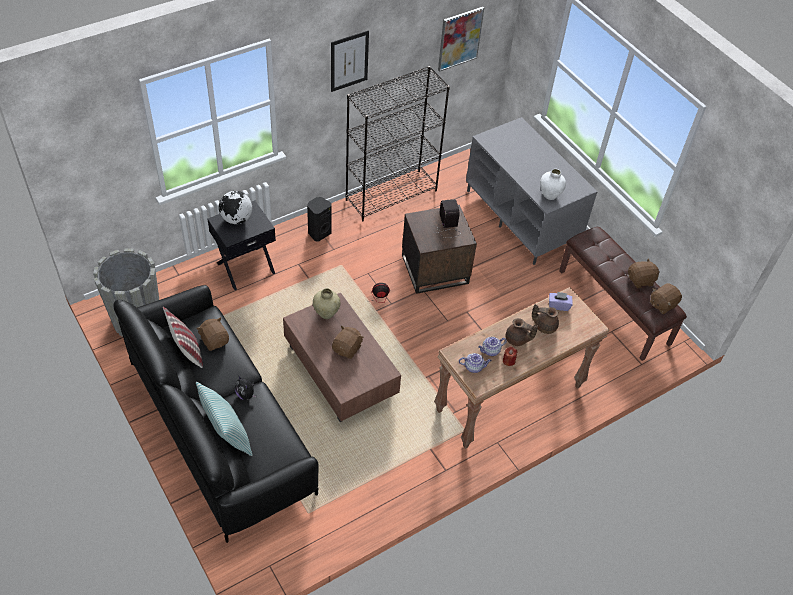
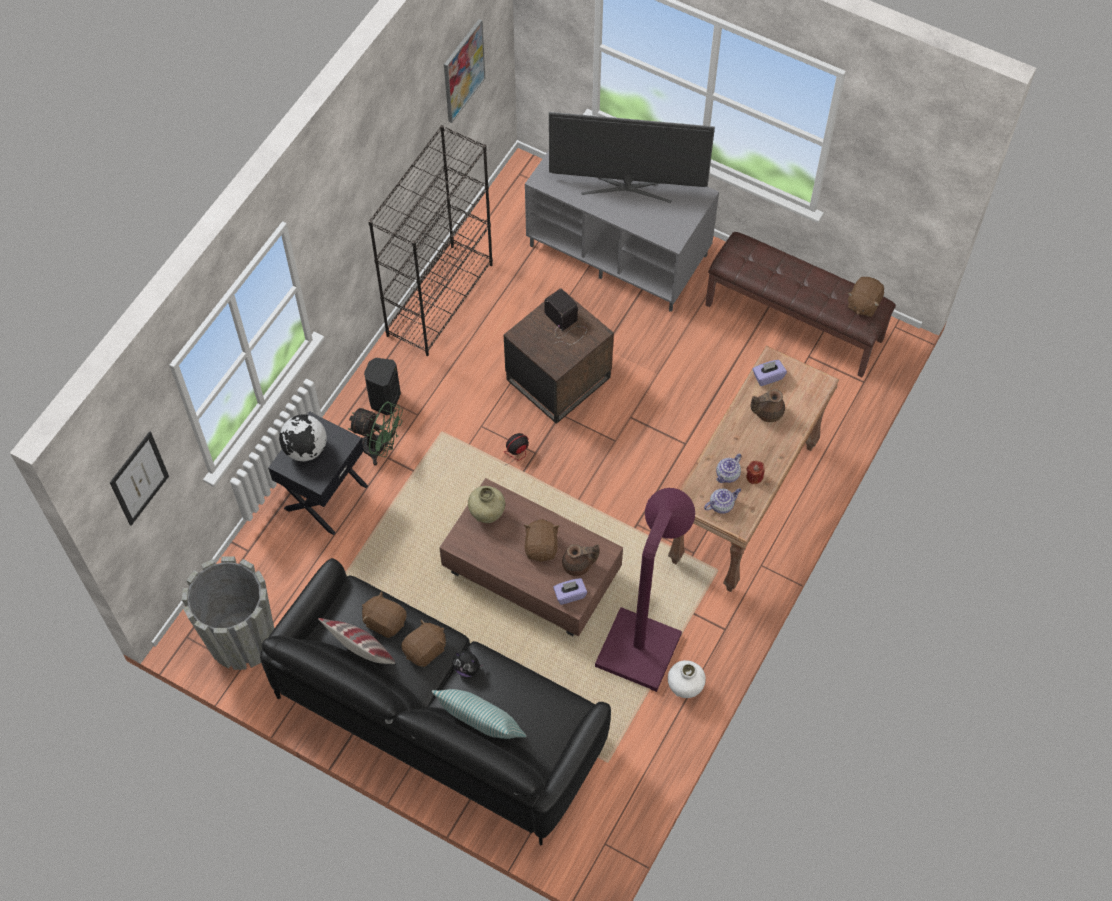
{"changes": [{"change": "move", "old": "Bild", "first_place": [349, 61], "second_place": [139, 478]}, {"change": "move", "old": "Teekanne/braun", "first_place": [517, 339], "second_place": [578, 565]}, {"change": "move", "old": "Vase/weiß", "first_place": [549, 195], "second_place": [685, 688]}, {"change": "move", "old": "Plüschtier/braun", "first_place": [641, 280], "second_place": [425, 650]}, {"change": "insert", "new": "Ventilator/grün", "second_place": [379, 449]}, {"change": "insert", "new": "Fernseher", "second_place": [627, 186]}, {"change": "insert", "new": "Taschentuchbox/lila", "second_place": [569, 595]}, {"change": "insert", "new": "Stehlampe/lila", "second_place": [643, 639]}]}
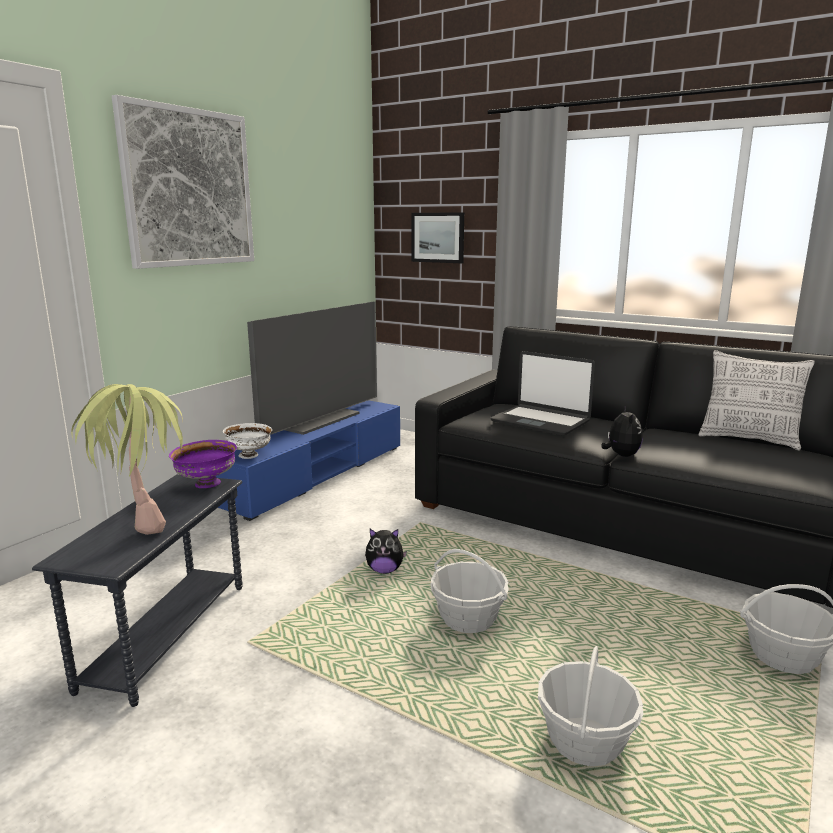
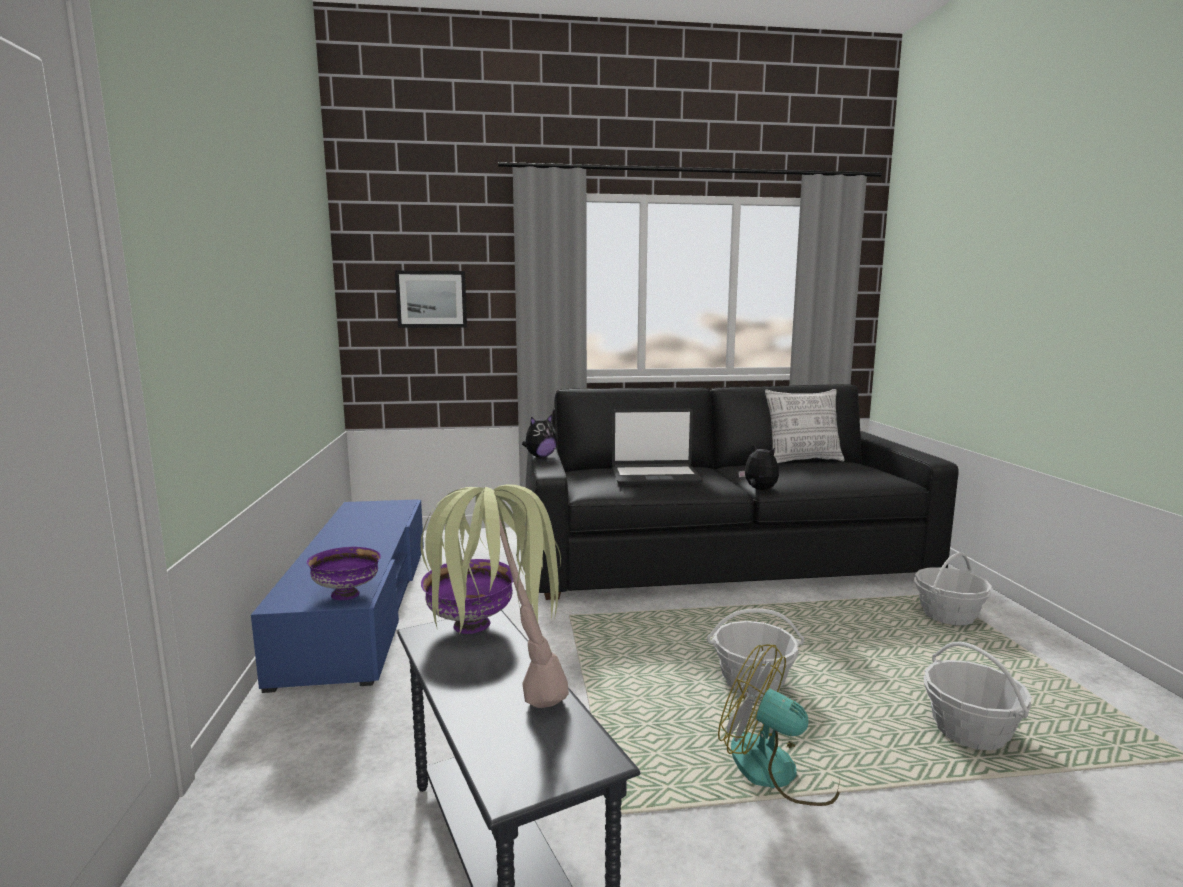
{"changes": [{"change": "delete", "old": "Bild", "first_place": [189, 188]}, {"change": "recolor", "old": "Schüssel/weiß", "new": "Schüssel/lila", "first_place": [249, 455], "second_place": [347, 594]}, {"change": "delete", "old": "Fernseher", "first_place": [318, 420]}, {"change": "move", "old": "Plüschtier", "first_place": [385, 570], "second_place": [540, 456]}, {"change": "insert", "new": "Ventilator", "second_place": [779, 770]}]}
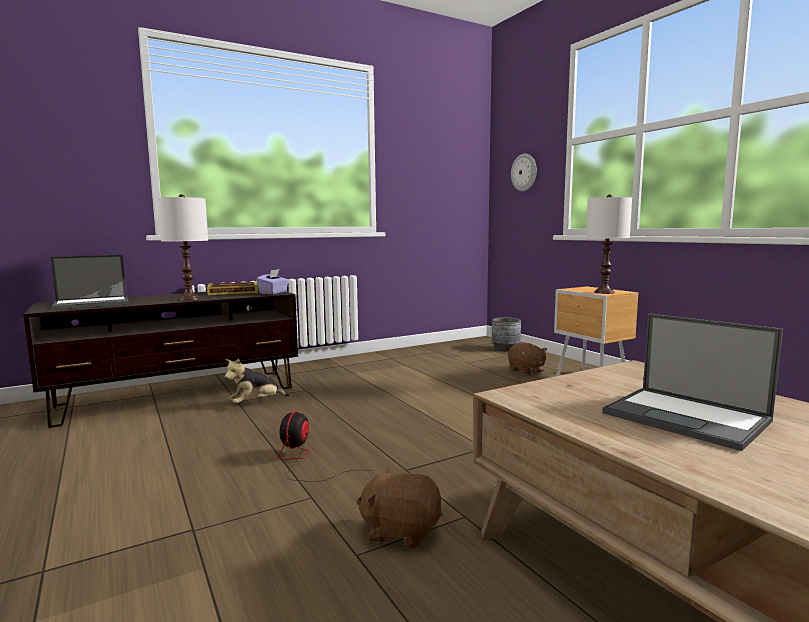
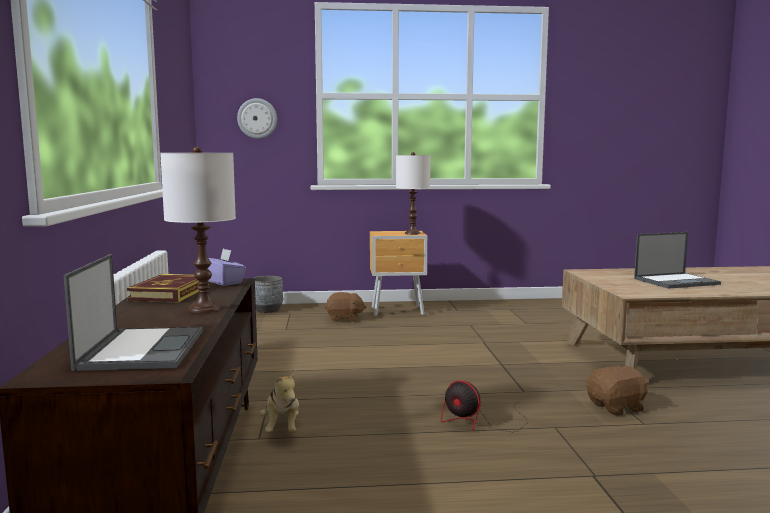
{"changes": [{"change": "rotate", "old": "Plüschtier/braun", "first_place": [401, 531], "second_place": [617, 407], "degrees": -150}]}
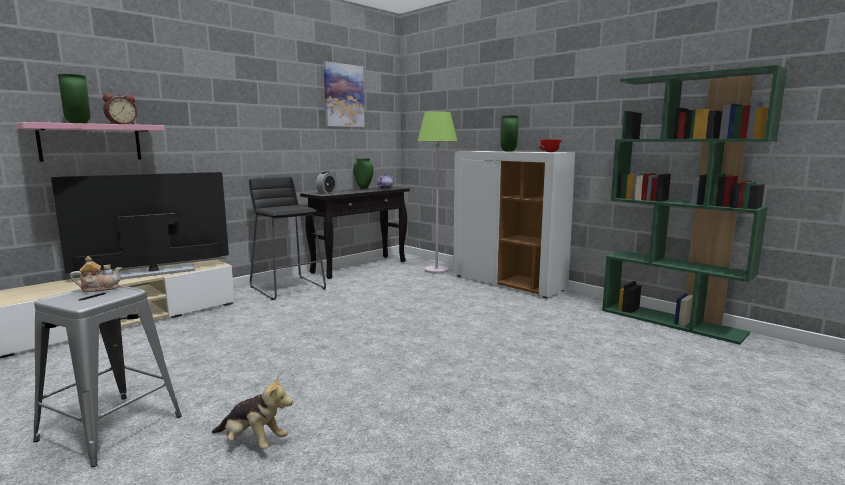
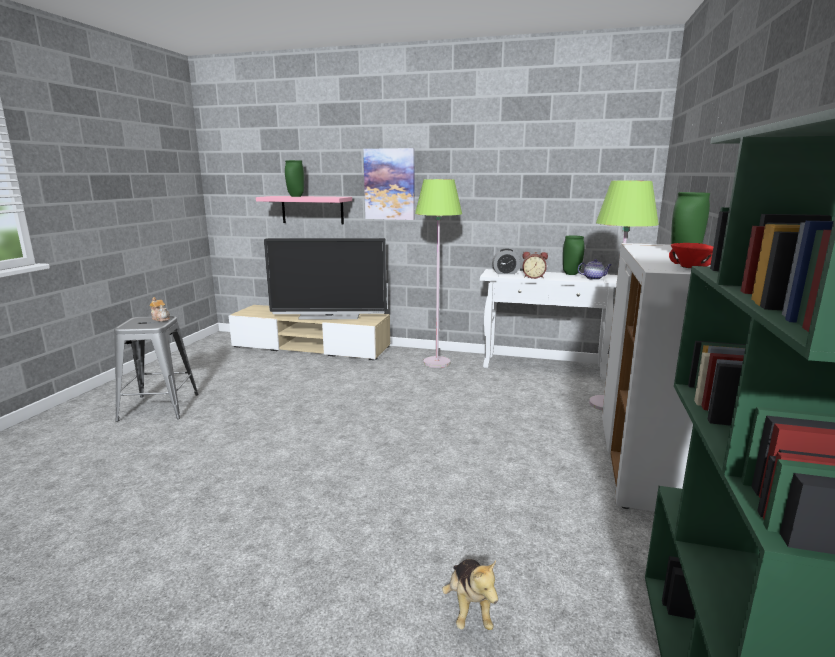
{"changes": [{"change": "rotate", "old": "Fernseher", "first_place": [154, 272], "second_place": [329, 316], "degrees": 150}, {"change": "move", "old": "Wecker", "first_place": [121, 124], "second_place": [533, 277]}, {"change": "move", "old": "Plüschtier", "first_place": [252, 442], "second_place": [469, 608]}, {"change": "replace", "old": "Hocker/schwarz", "new": "Stehlampe/grün", "first_place": [288, 287], "second_place": [437, 362]}, {"change": "recolor", "old": "Konsolentisch/schwarz", "new": "Konsolentisch/weiß", "first_place": [360, 266], "second_place": [544, 367]}, {"change": "move", "old": "Bild", "first_place": [343, 95], "second_place": [389, 184]}]}
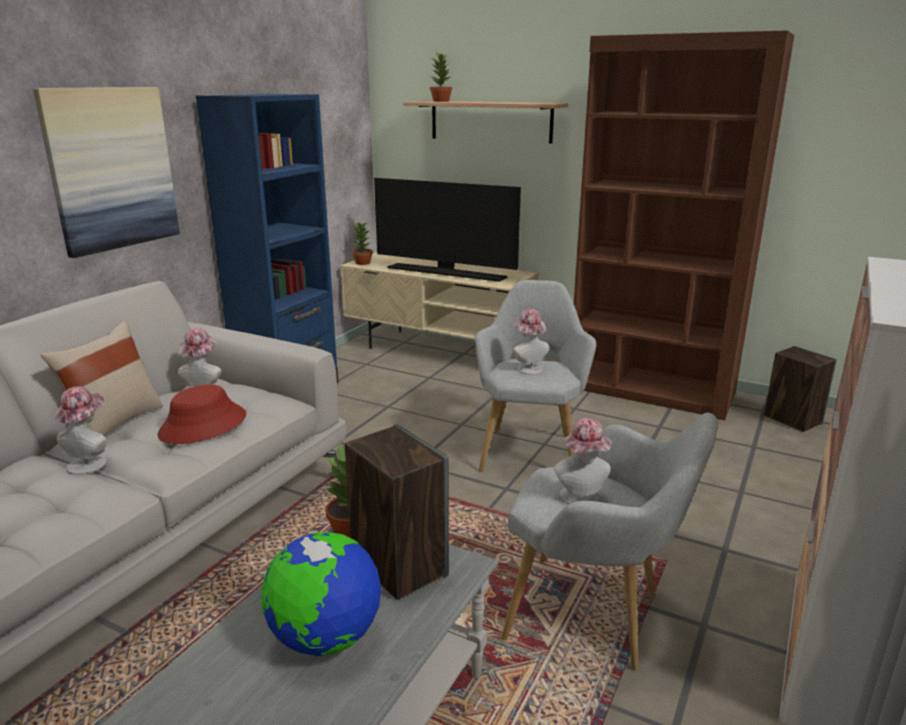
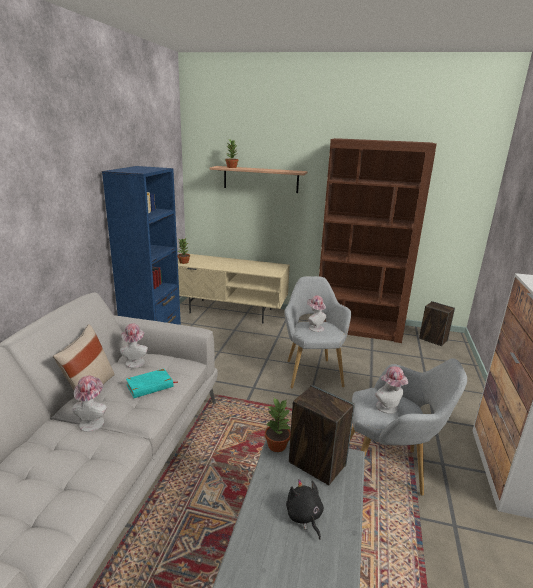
{"changes": [{"change": "delete", "old": "Bild", "first_place": [111, 169]}, {"change": "replace", "old": "Hut/rot", "new": "Buch/türkis", "first_place": [203, 425], "second_place": [150, 386]}, {"change": "replace", "old": "Globus", "new": "Plüschtier/schwarz", "first_place": [325, 638], "second_place": [304, 516]}, {"change": "delete", "old": "Fernseher", "first_place": [447, 273]}]}
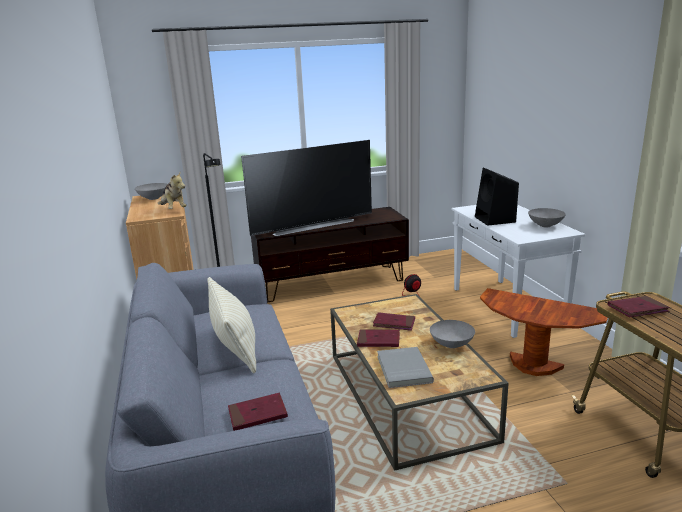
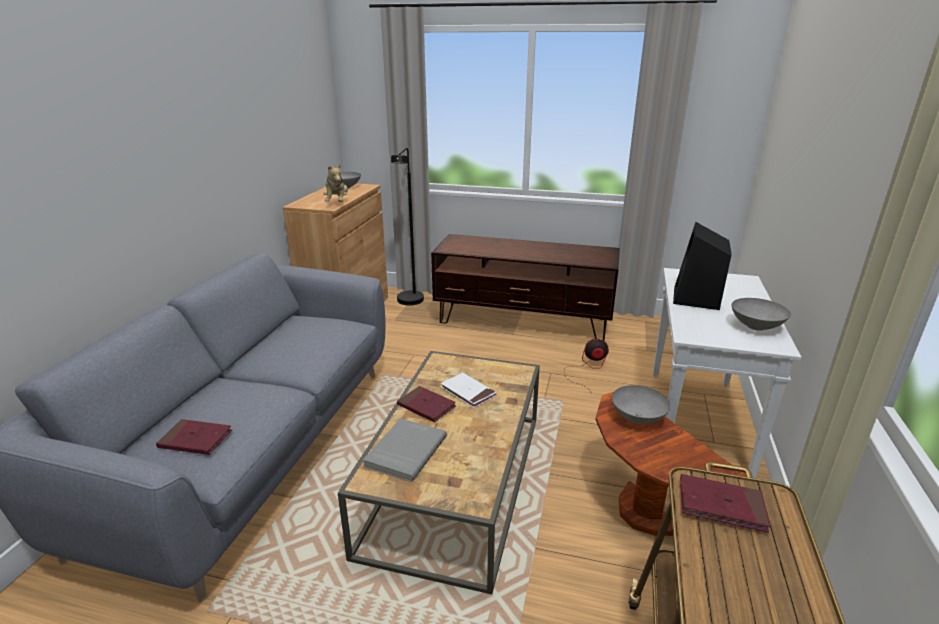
{"changes": [{"change": "delete", "old": "Kissen/beige", "first_place": [235, 347]}, {"change": "delete", "old": "Fernseher", "first_place": [311, 225]}, {"change": "recolor", "old": "Buch/rot", "new": "Buch/weiß", "first_place": [394, 323], "second_place": [468, 392]}, {"change": "move", "old": "Schüssel/grau", "first_place": [451, 345], "second_place": [637, 418]}]}
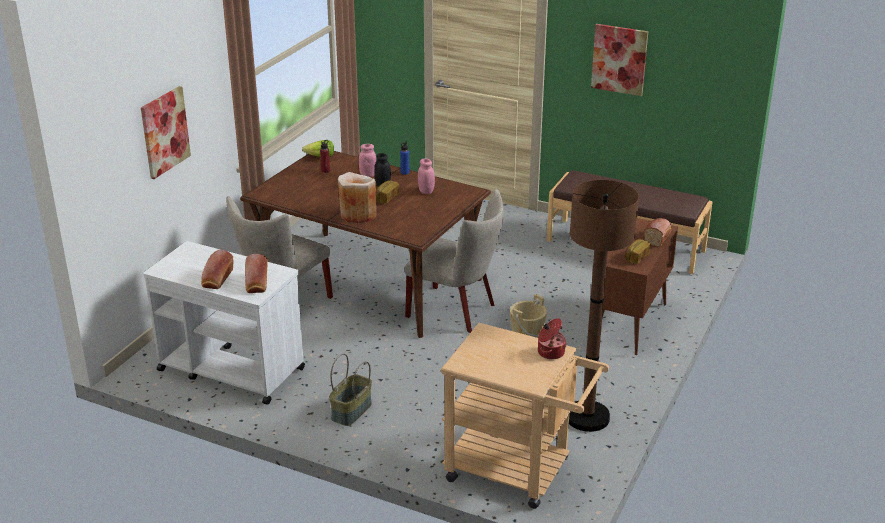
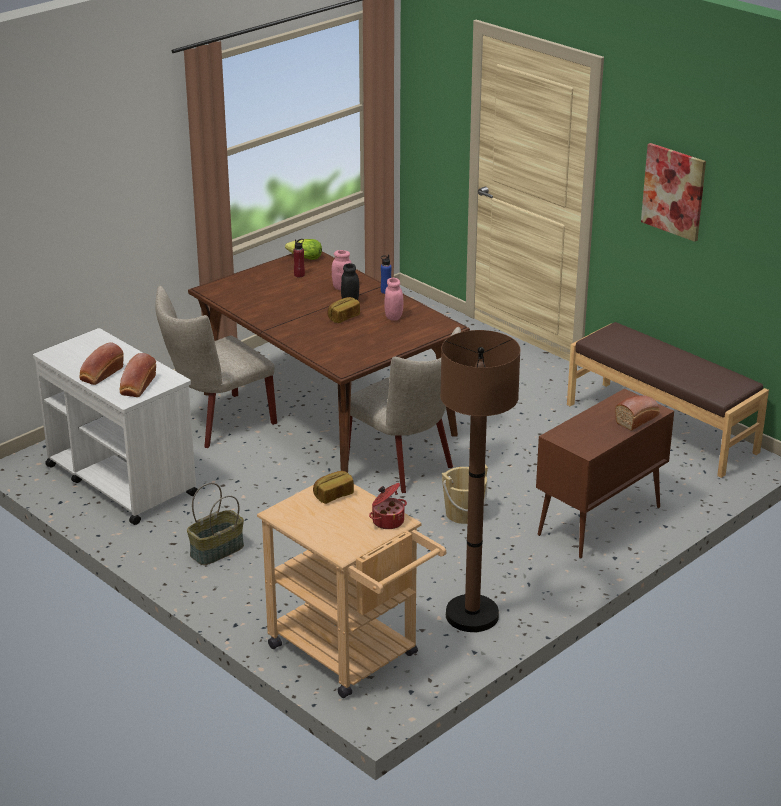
{"changes": [{"change": "delete", "old": "Bild", "first_place": [164, 132]}, {"change": "delete", "old": "Vase/beige", "first_place": [358, 214]}, {"change": "move", "old": "Brot", "first_place": [636, 257], "second_place": [333, 495]}]}
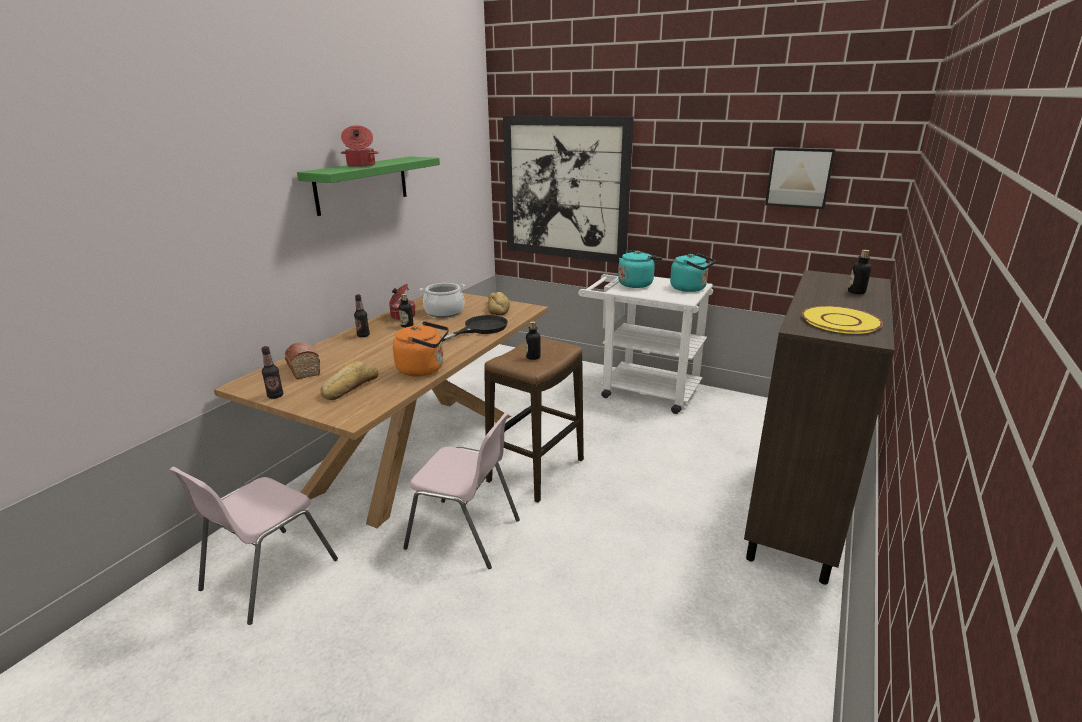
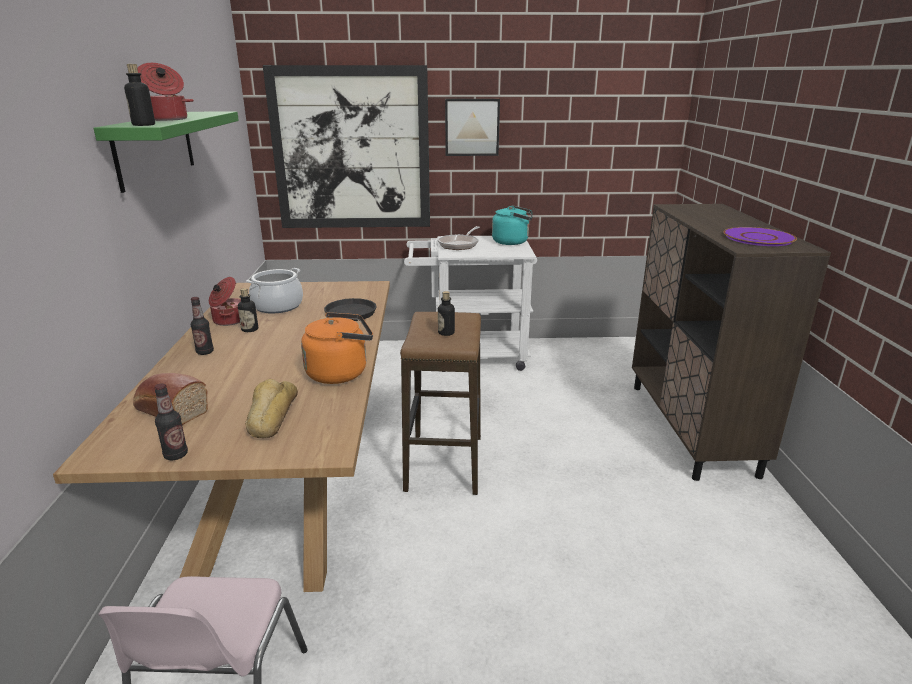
{"changes": [{"change": "delete", "old": "Stuhl/rosa", "first_place": [465, 534]}, {"change": "delete", "old": "Brot", "first_place": [498, 308]}, {"change": "replace", "old": "Wasserkessel/türkis", "new": "Pfanne", "first_place": [637, 284], "second_place": [459, 244]}, {"change": "move", "old": "Bild", "first_place": [799, 177], "second_place": [472, 127]}, {"change": "recolor", "old": "Teller/gelb", "new": "Teller/lila", "first_place": [840, 321], "second_place": [758, 238]}, {"change": "move", "old": "Flasche", "first_place": [856, 292], "second_place": [144, 125]}]}
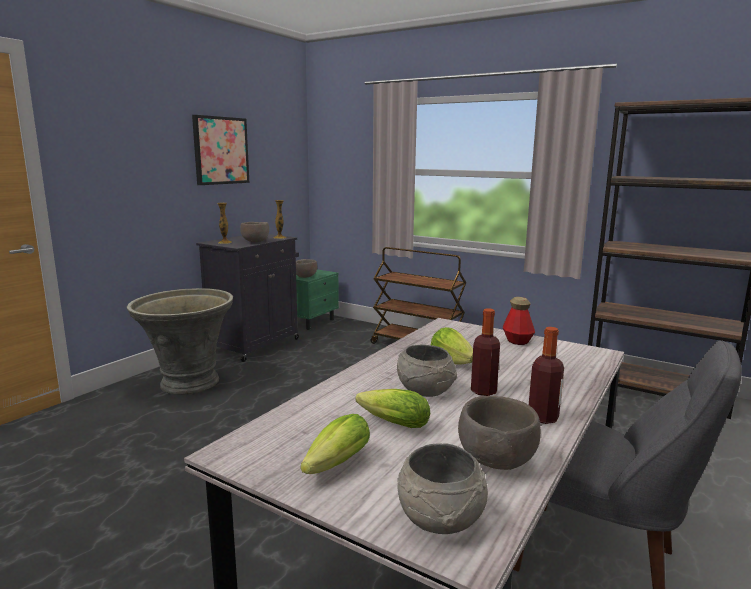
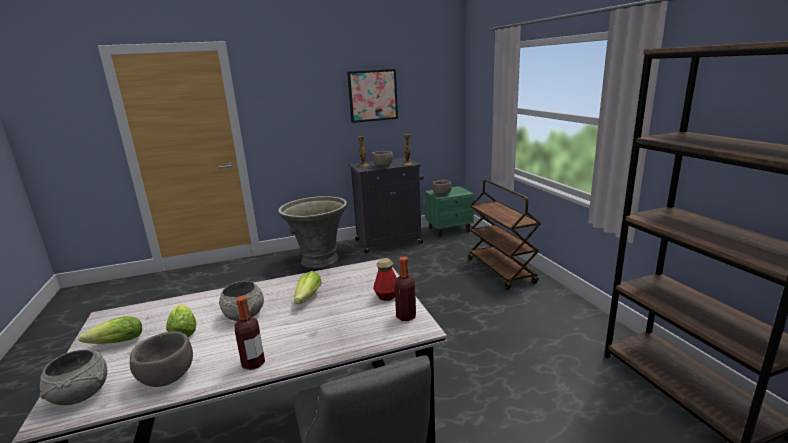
{"changes": [{"change": "move", "old": "Flasche", "first_place": [483, 391], "second_place": [406, 316]}]}
